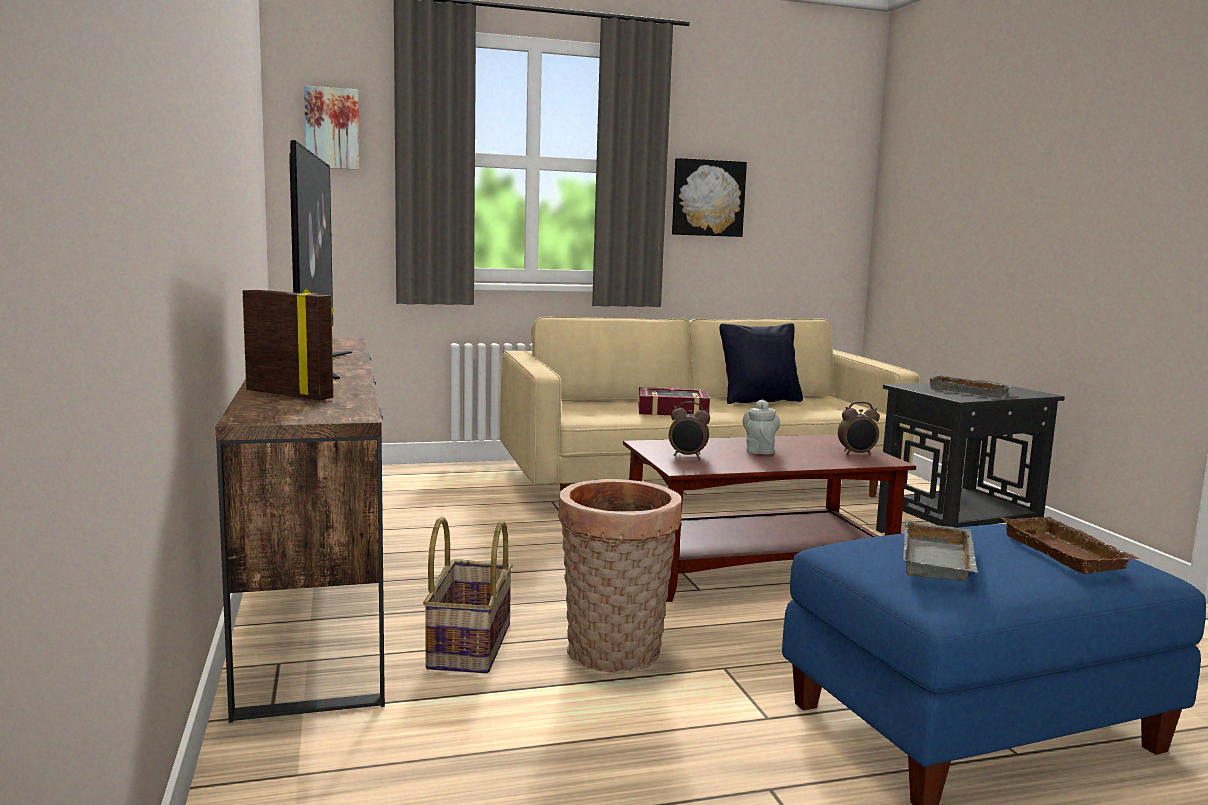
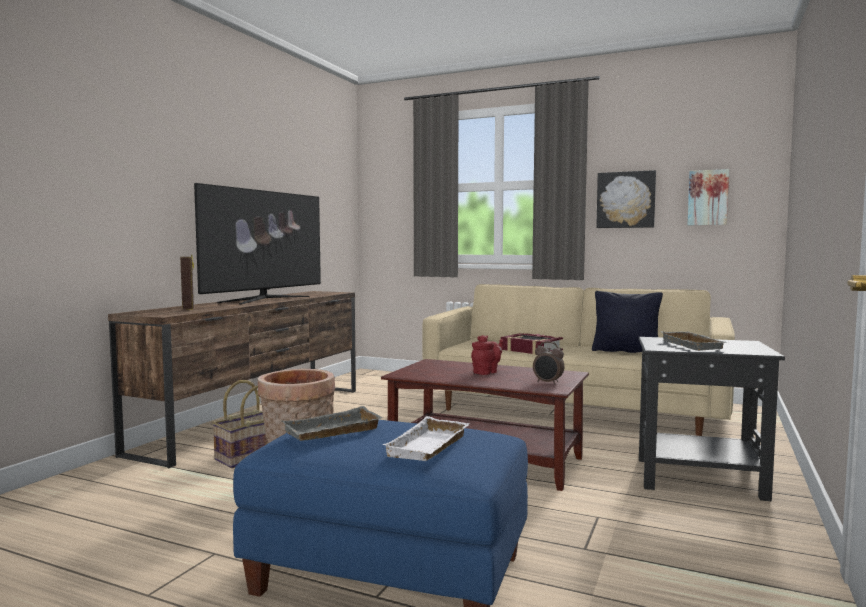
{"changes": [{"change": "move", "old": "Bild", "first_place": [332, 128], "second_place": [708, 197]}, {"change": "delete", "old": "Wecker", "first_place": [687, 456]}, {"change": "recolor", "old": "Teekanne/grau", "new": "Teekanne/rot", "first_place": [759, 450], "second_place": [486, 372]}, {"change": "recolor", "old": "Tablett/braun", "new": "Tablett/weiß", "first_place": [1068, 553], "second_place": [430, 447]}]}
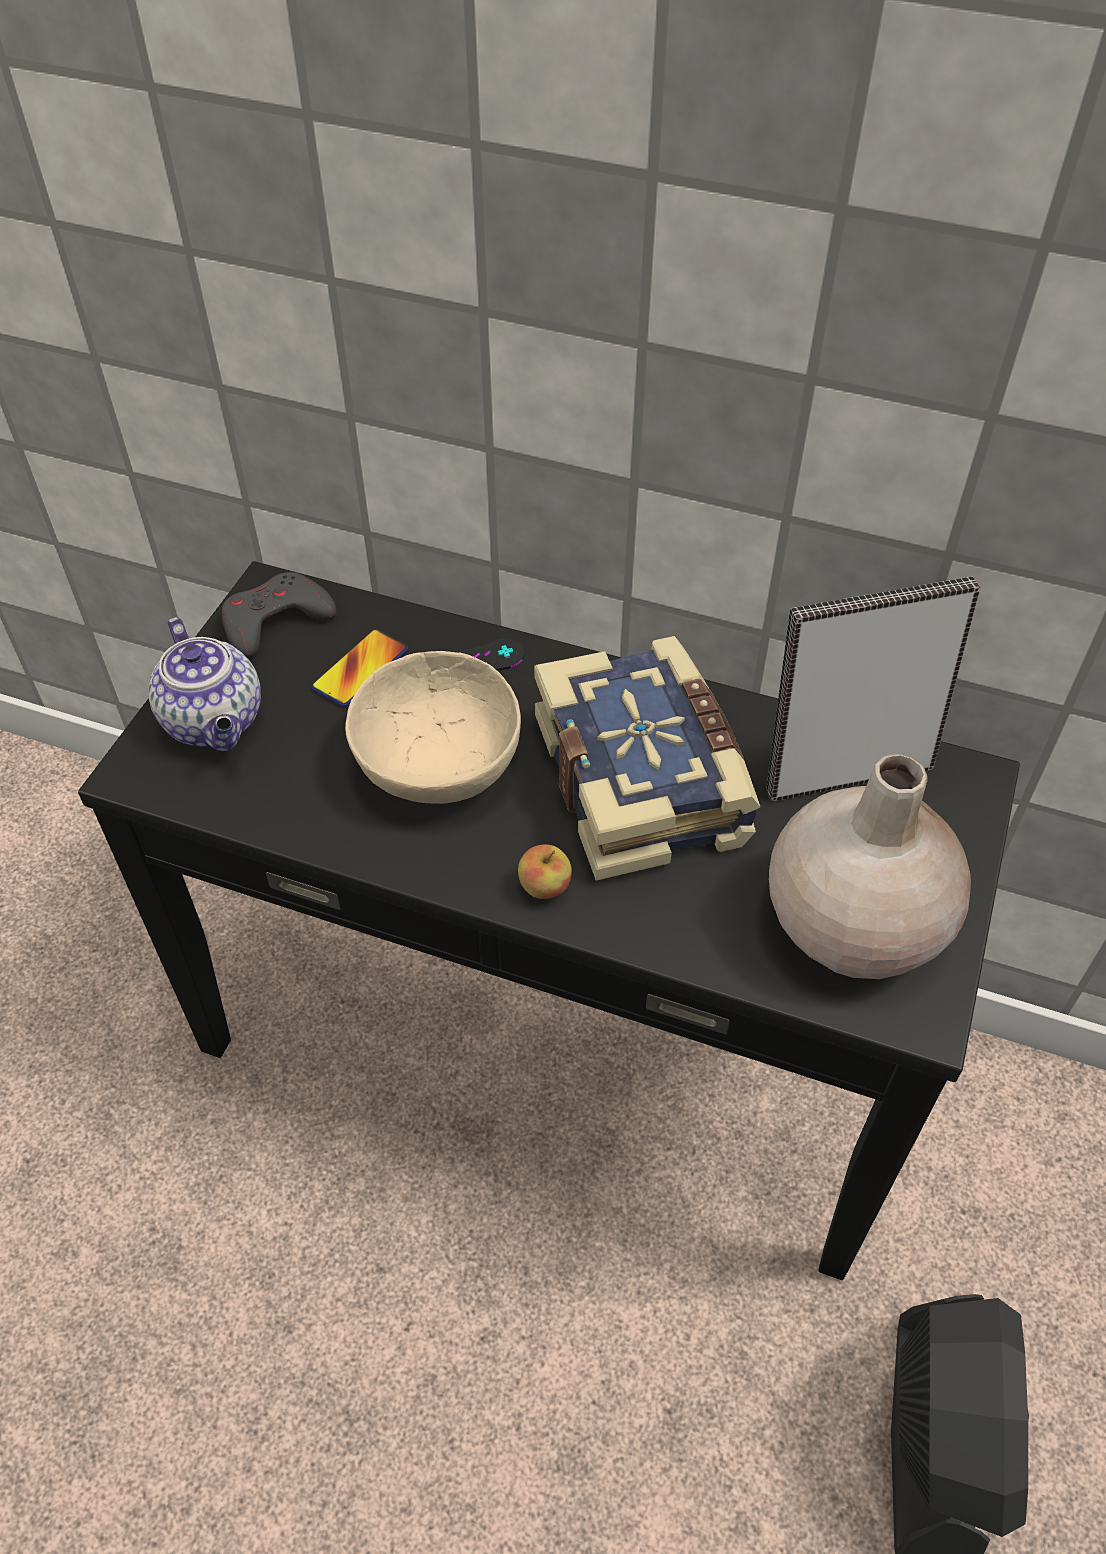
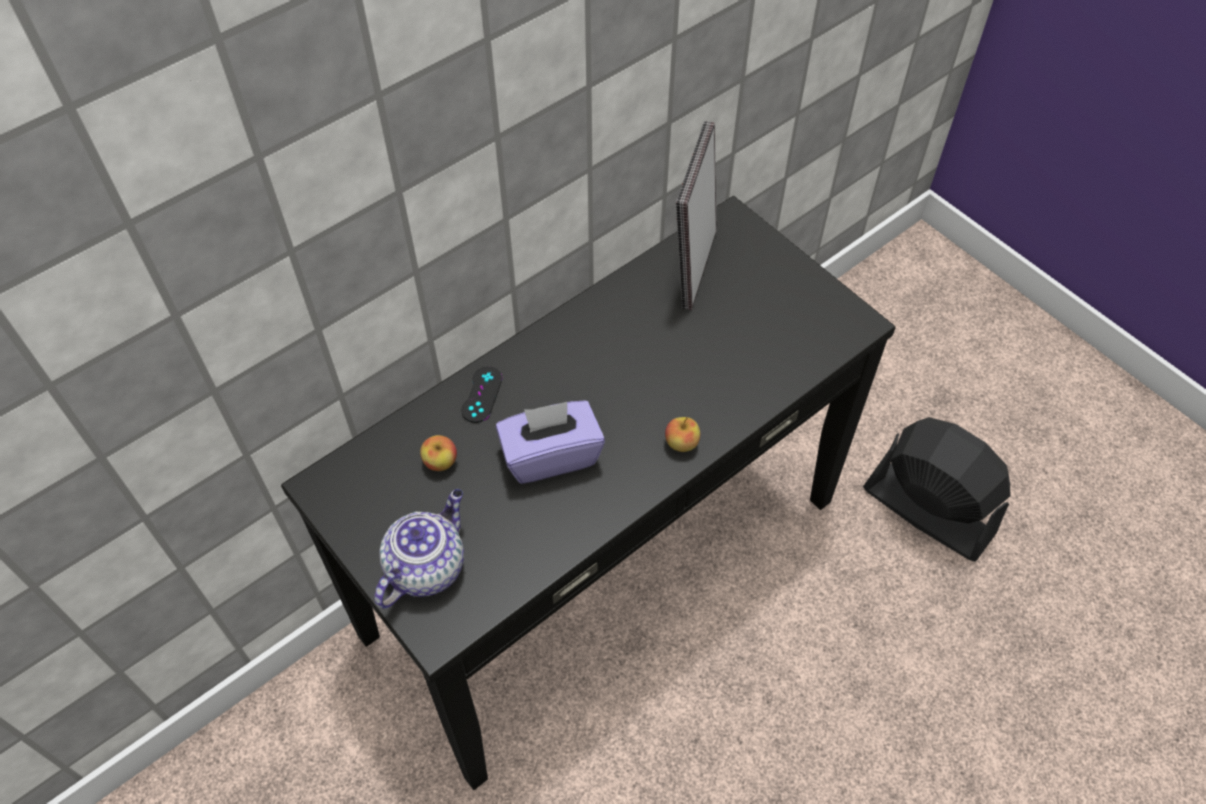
{"changes": [{"change": "rotate", "old": "Teekanne", "first_place": [216, 722], "second_place": [426, 566], "degrees": -60}, {"change": "delete", "old": "Gamepad/grau", "first_place": [275, 621]}, {"change": "replace", "old": "Handy", "new": "Apfel", "first_place": [360, 669], "second_place": [440, 462]}, {"change": "replace", "old": "Schüssel/beige", "new": "Taschentuchbox/lila", "first_place": [435, 761], "second_place": [550, 455]}, {"change": "delete", "old": "Buch", "first_place": [644, 780]}, {"change": "delete", "old": "Vase/beige", "first_place": [852, 921]}]}
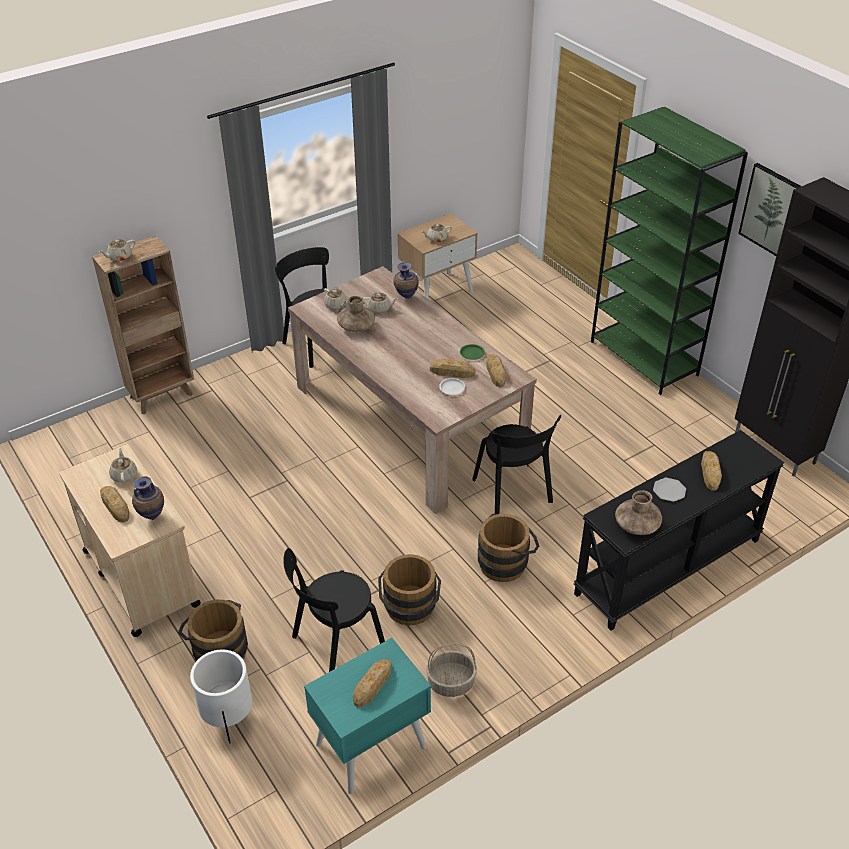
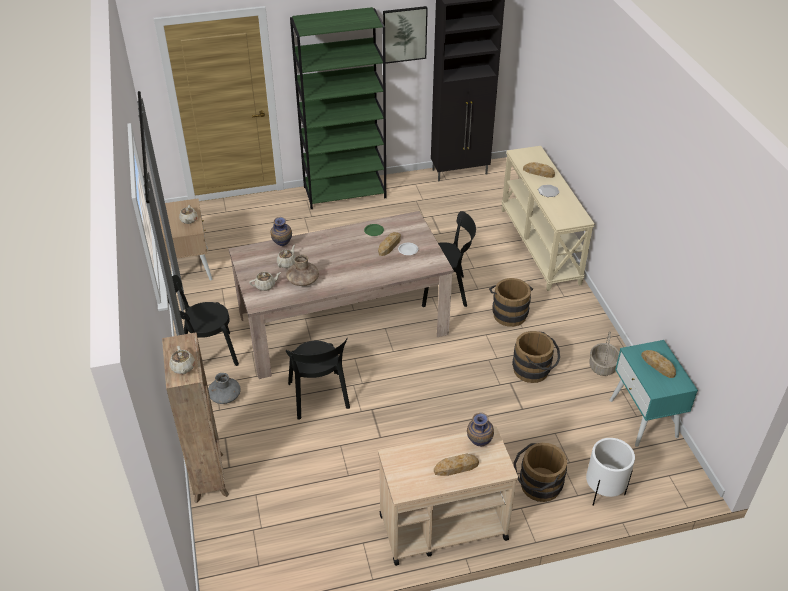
{"changes": [{"change": "delete", "old": "Teekanne/beige", "first_place": [124, 475]}, {"change": "move", "old": "Stuhl/schwarz", "first_place": [335, 645], "second_place": [319, 398]}, {"change": "delete", "old": "Brot", "first_place": [495, 372]}, {"change": "recolor", "old": "Konsolentisch/schwarz", "new": "Konsolentisch/beige", "first_place": [668, 568], "second_place": [540, 246]}, {"change": "delete", "old": "Vase/braun", "first_place": [636, 525]}, {"change": "insert", "new": "Vase/grau", "second_place": [225, 396]}]}
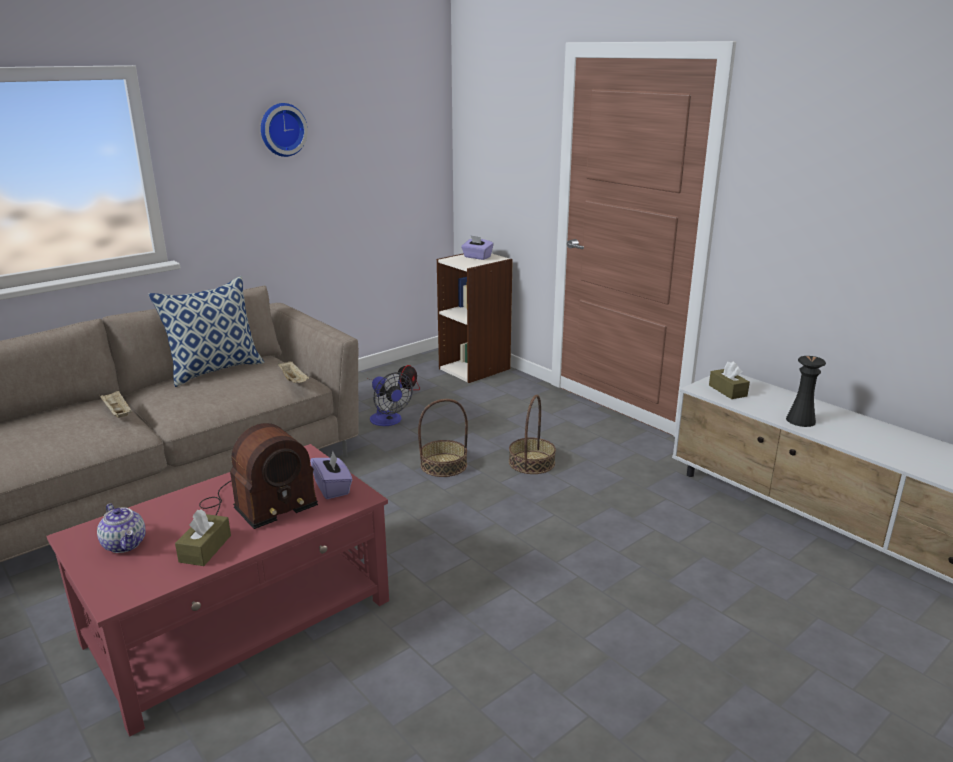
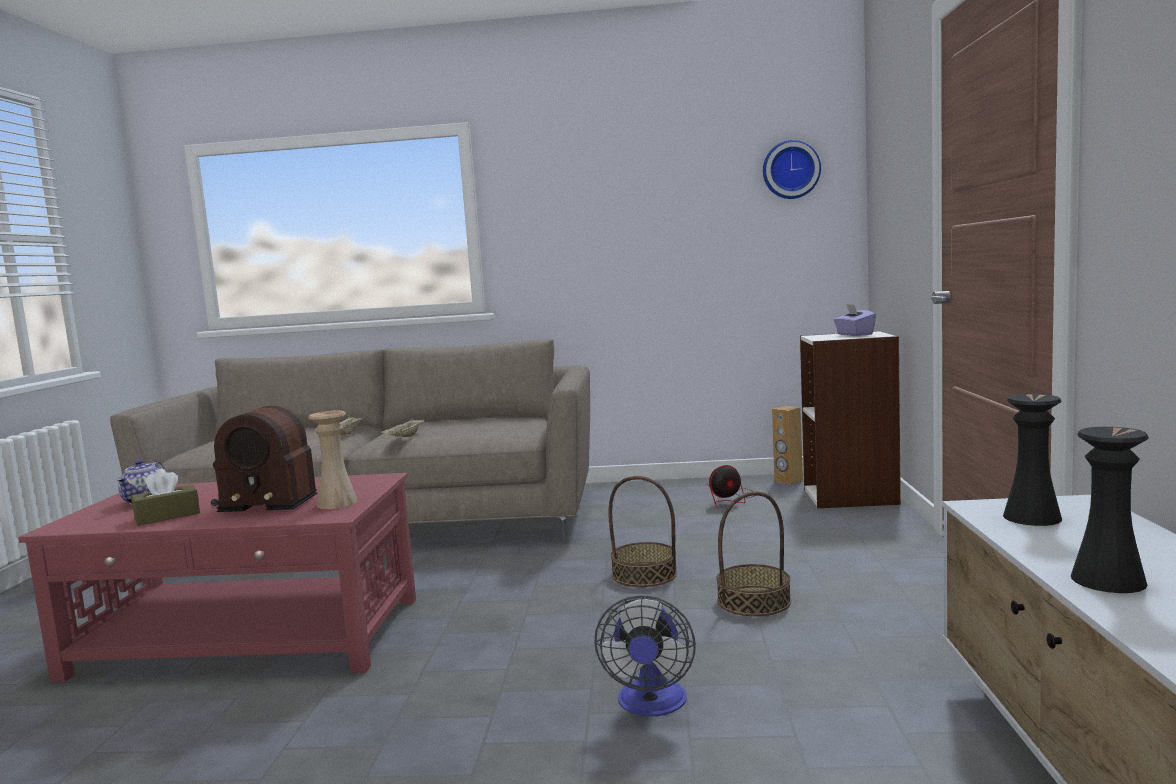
{"changes": [{"change": "delete", "old": "Kissen", "first_place": [215, 370]}, {"change": "move", "old": "Wanduhr", "first_place": [282, 129], "second_place": [790, 170]}, {"change": "move", "old": "Tablett/beige", "first_place": [294, 381], "second_place": [405, 437]}, {"change": "replace", "old": "Taschentuchbox/lila", "new": "Vase/beige", "first_place": [332, 488], "second_place": [337, 503]}, {"change": "move", "old": "Ventilator", "first_place": [388, 421], "second_place": [651, 705]}, {"change": "replace", "old": "Taschentuchbox/braun", "new": "Vase/schwarz", "first_place": [727, 390], "second_place": [1032, 517]}, {"change": "insert", "new": "Lautsprecher/braun", "second_place": [788, 481]}]}
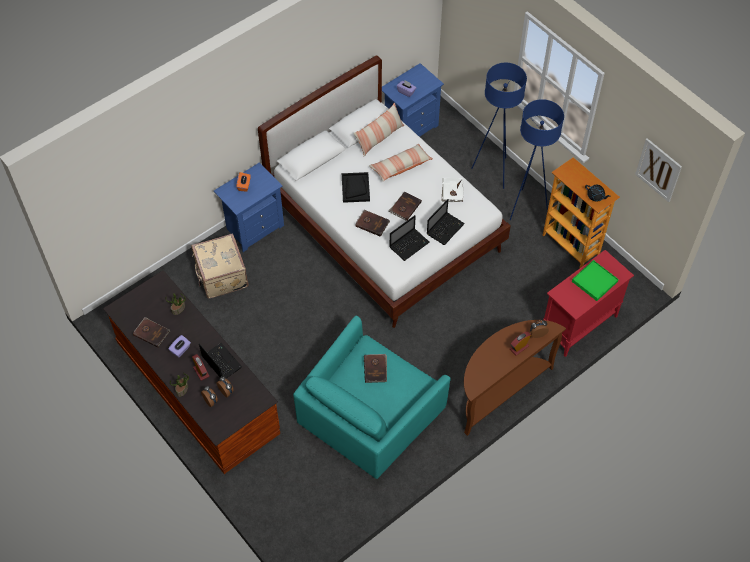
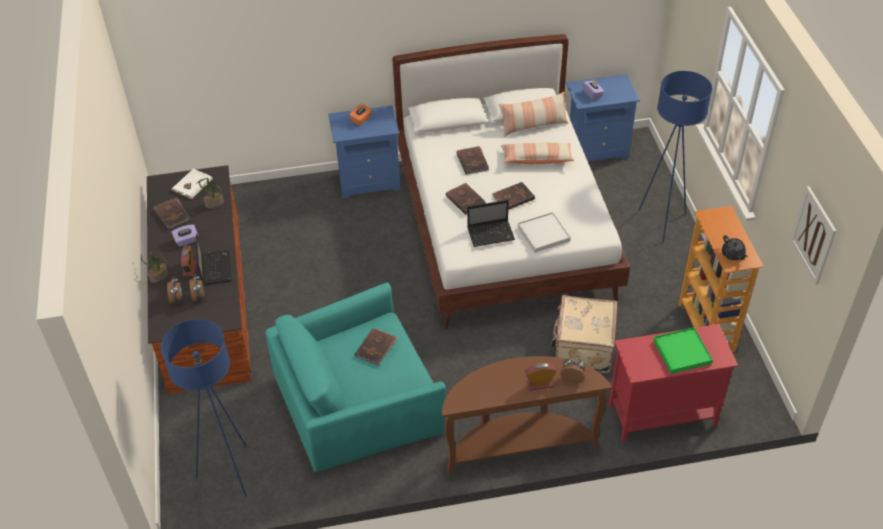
{"changes": [{"change": "move", "old": "Koffer/beige", "first_place": [221, 276], "second_place": [582, 348]}, {"change": "replace", "old": "Tablett/schwarz", "new": "Buch/braun", "first_place": [355, 188], "second_place": [473, 161]}, {"change": "replace", "old": "Laptop", "new": "Tablett/weiß", "first_place": [445, 228], "second_place": [543, 234]}, {"change": "move", "old": "Buch/weiß", "first_place": [452, 191], "second_place": [192, 185]}, {"change": "move", "old": "Stehlampe/blau", "first_place": [526, 207], "second_place": [230, 472]}]}
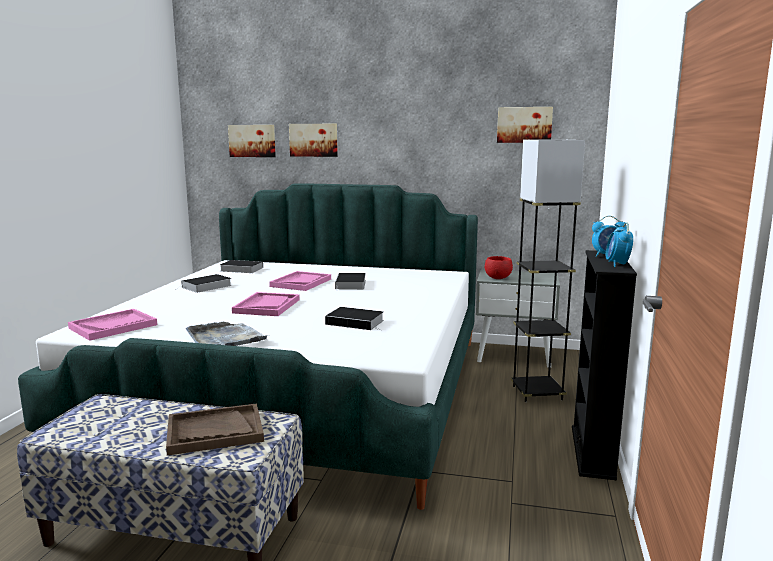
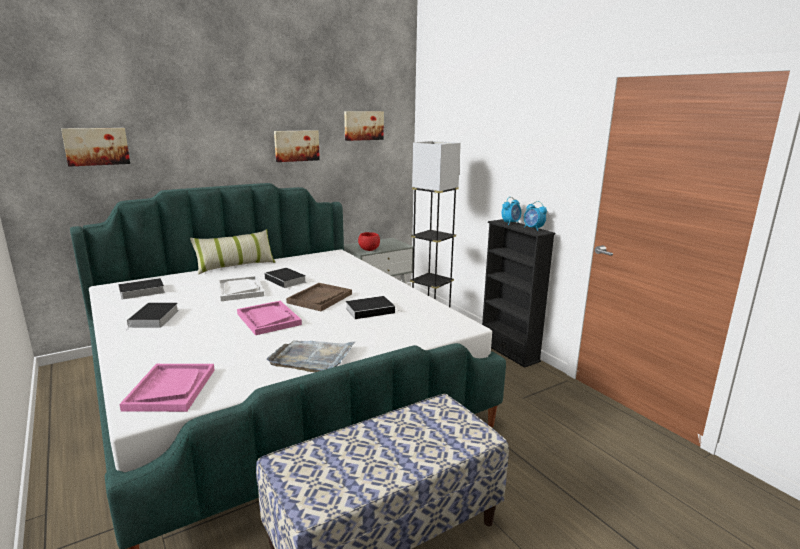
{"changes": [{"change": "move", "old": "Tablett/braun", "first_place": [214, 431], "second_place": [320, 298]}, {"change": "recolor", "old": "Tablett/rosa", "new": "Tablett/weiß", "first_place": [301, 283], "second_place": [240, 290]}, {"change": "move", "old": "Bild", "first_place": [313, 140], "second_place": [296, 145]}, {"change": "insert", "new": "Kissen", "second_place": [235, 266]}]}
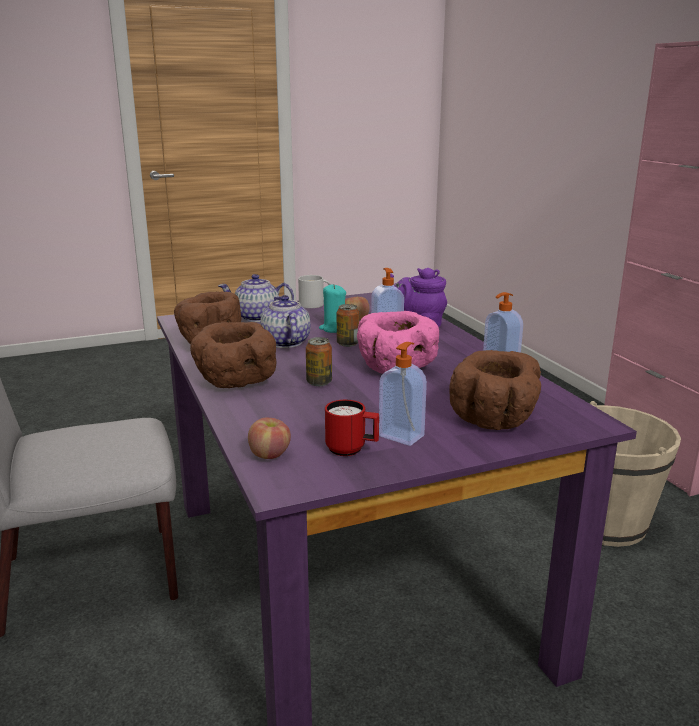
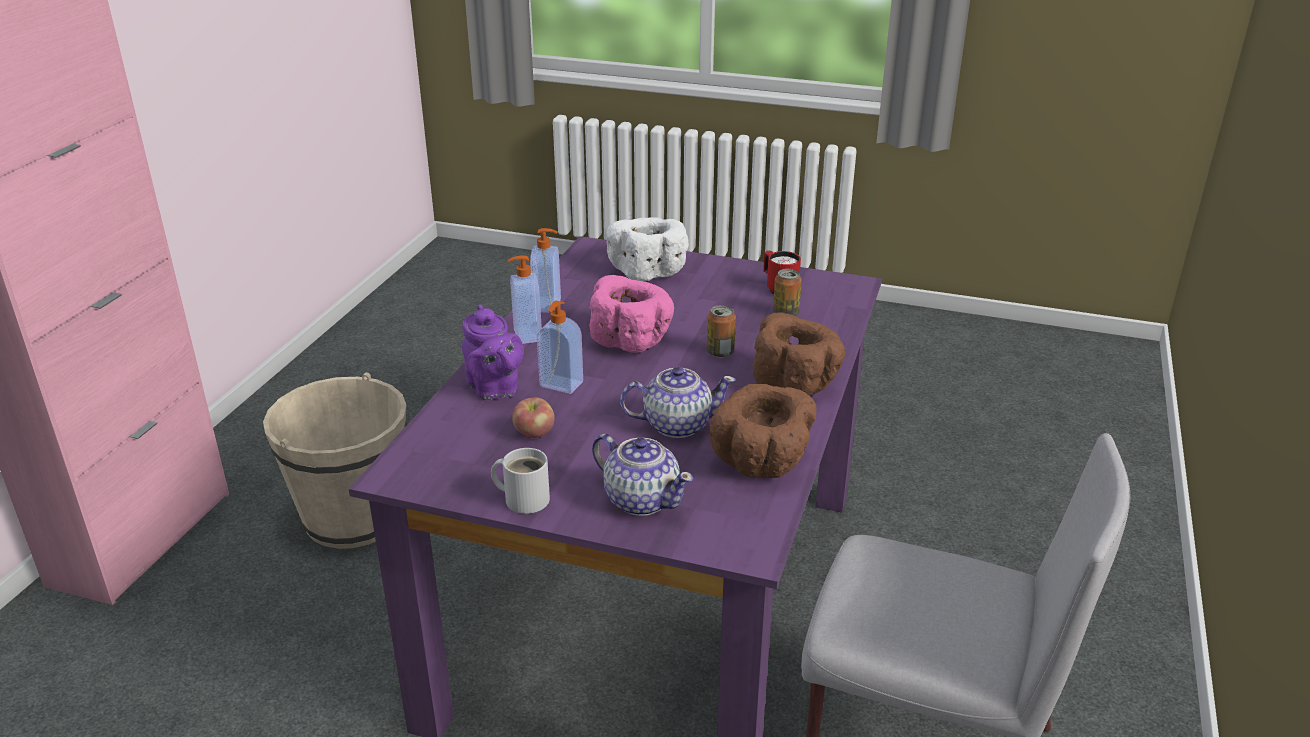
{"changes": [{"change": "delete", "old": "Apfel", "first_place": [270, 455]}, {"change": "rotate", "old": "Teekanne", "first_place": [285, 342], "second_place": [676, 424], "degrees": -120}, {"change": "delete", "old": "Kerze/türkis", "first_place": [334, 329]}, {"change": "move", "old": "Dose", "first_place": [347, 344], "second_place": [785, 314]}, {"change": "move", "old": "Seifenspender", "first_place": [402, 435], "second_place": [526, 335]}, {"change": "recolor", "old": "Schüssel/braun", "new": "Schüssel/weiß", "first_place": [495, 420], "second_place": [648, 271]}]}
